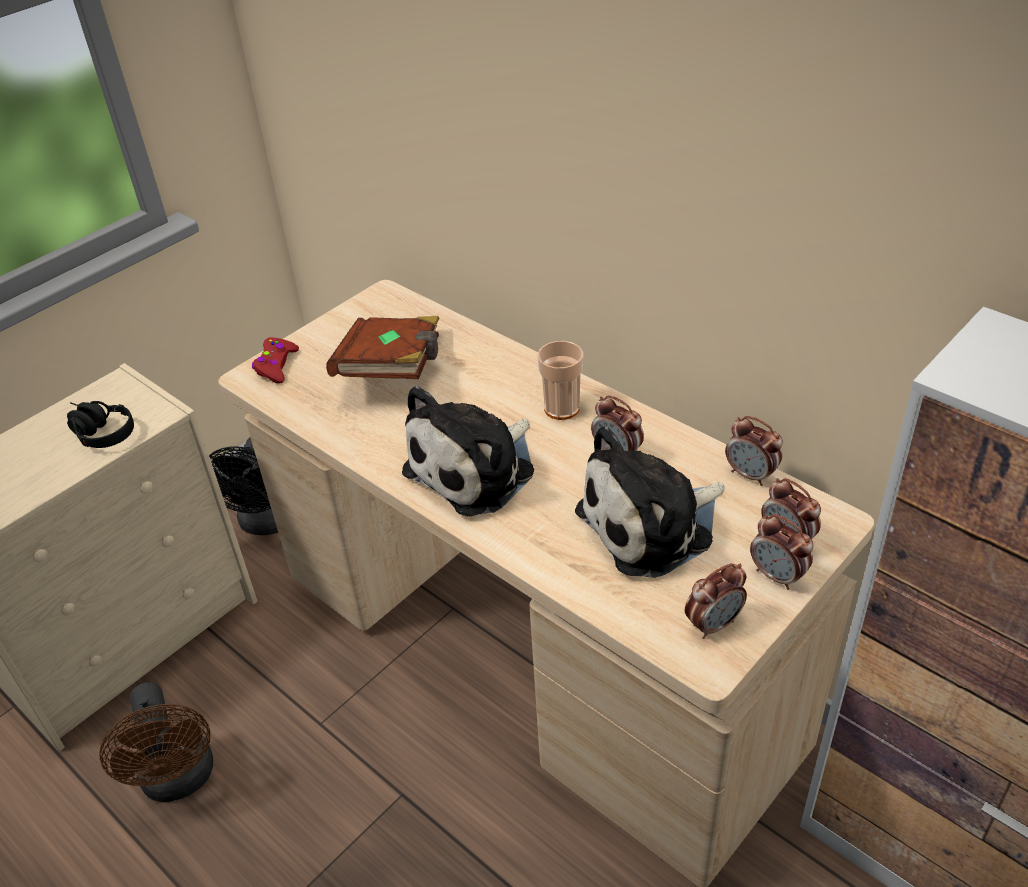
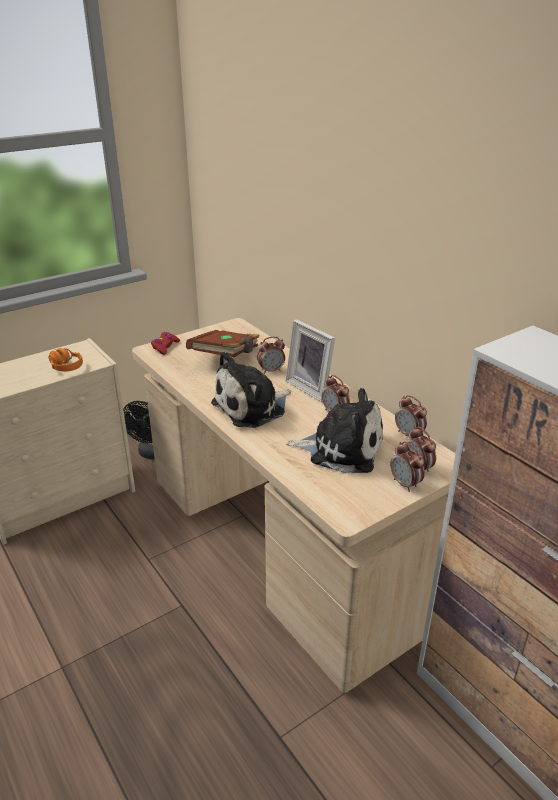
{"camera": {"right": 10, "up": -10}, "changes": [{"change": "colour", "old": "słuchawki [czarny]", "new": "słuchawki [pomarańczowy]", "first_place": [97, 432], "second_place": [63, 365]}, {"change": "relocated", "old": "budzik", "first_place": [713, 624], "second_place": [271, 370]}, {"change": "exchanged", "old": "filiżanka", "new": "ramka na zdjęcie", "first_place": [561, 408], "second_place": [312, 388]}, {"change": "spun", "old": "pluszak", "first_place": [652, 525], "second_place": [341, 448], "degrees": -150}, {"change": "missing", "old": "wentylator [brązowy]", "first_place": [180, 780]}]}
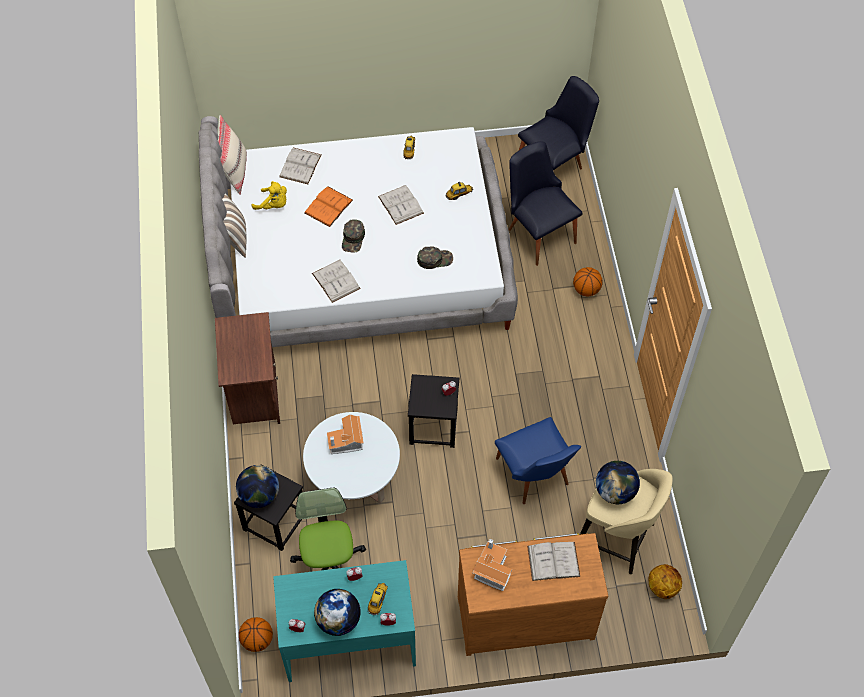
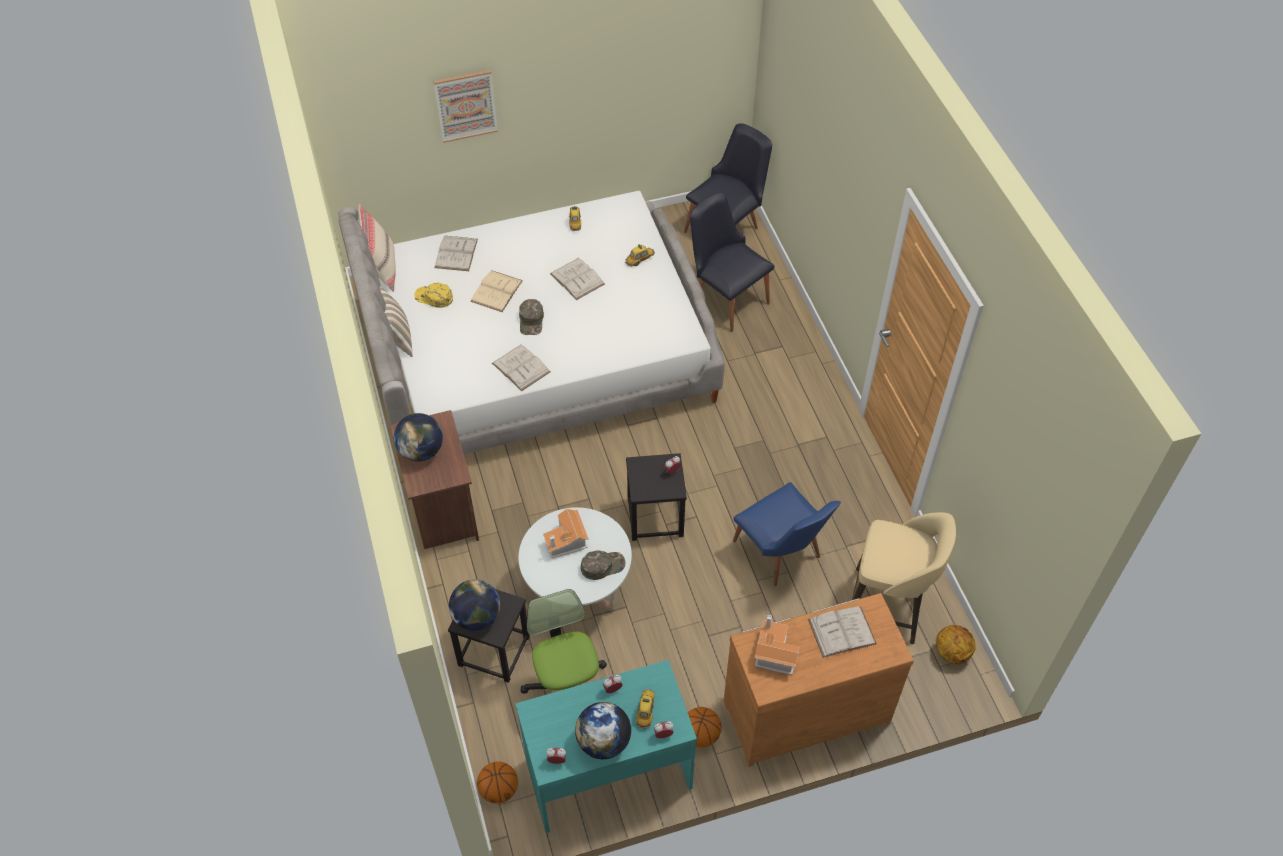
{"camera": {"right": -10, "up": -5}, "changes": [{"change": "relocated", "old": "globus", "first_place": [615, 491], "second_place": [421, 451]}, {"change": "exchanged", "old": "pluszak [żółty]", "new": "czapka z daszkiem [żółty]", "first_place": [273, 205], "second_place": [433, 297]}, {"change": "appeared", "new": "obraz", "second_place": [466, 105]}, {"change": "colour", "old": "książka [pomarańczowy]", "new": "książka [beżowy]", "first_place": [328, 206], "second_place": [496, 291]}, {"change": "relocated", "old": "czapka z daszkiem [zielony]", "first_place": [435, 259], "second_place": [602, 565]}, {"change": "relocated", "old": "piłka do koszykówki", "first_place": [586, 290], "second_place": [700, 735]}]}
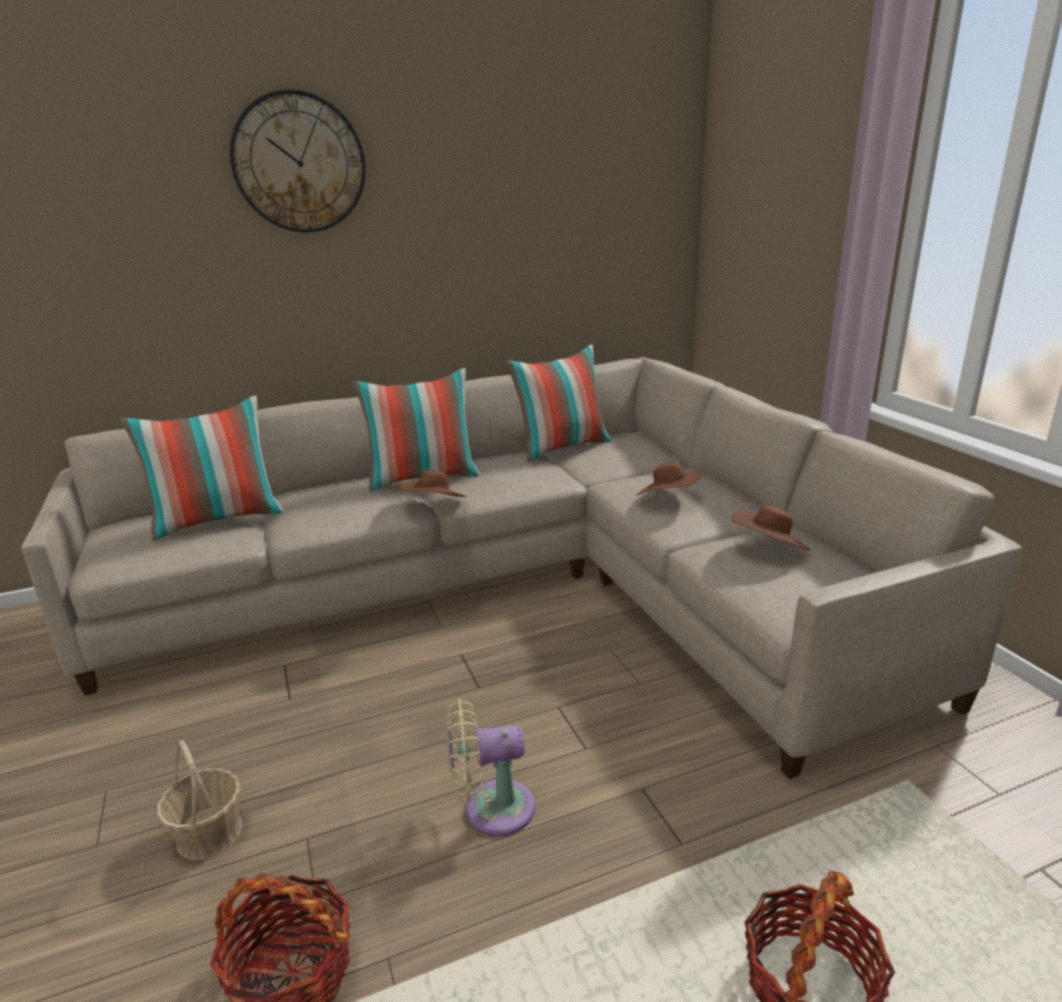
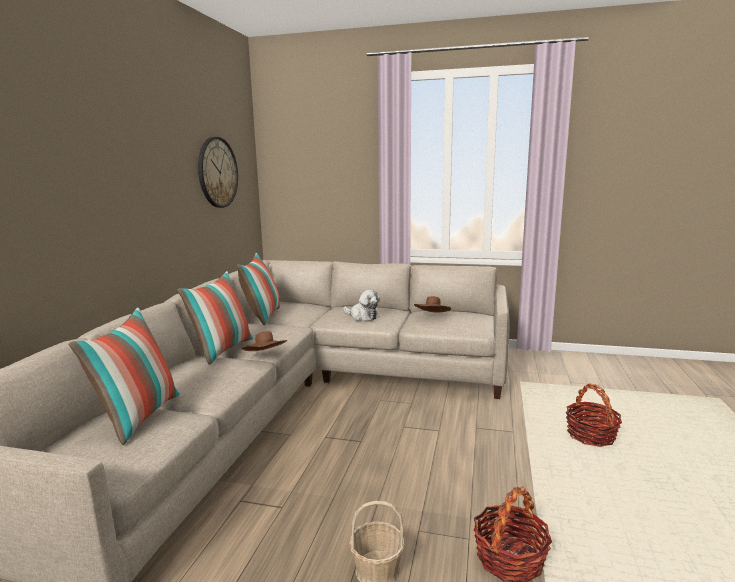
{"camera": {"right": -55, "up": -10}, "changes": [{"change": "relocated", "old": "zegar ścienny", "first_place": [299, 163], "second_place": [217, 172]}, {"change": "exchanged", "old": "kapelusz [brązowy]", "new": "pluszak", "first_place": [668, 500], "second_place": [362, 316]}, {"change": "missing", "old": "wentylator [beżowy]", "first_place": [491, 809]}]}
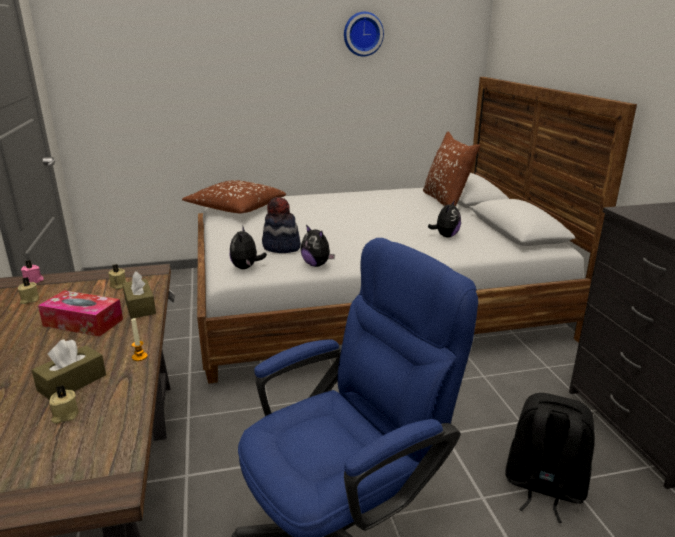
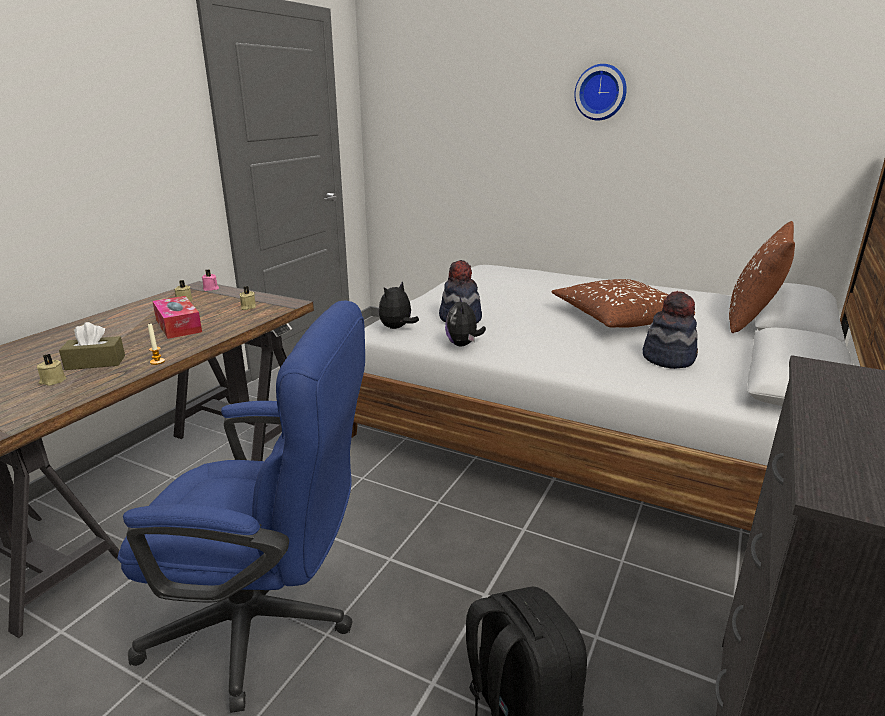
{"camera": {"right": 40, "up": 0}, "changes": [{"change": "relocated", "old": "poduszka [brązowy]", "first_place": [235, 208], "second_place": [617, 318]}, {"change": "relocated", "old": "zegar ścienny", "first_place": [362, 34], "second_place": [601, 92]}, {"change": "exchanged", "old": "pluszak", "new": "kapelusz", "first_place": [445, 236], "second_place": [668, 358]}, {"change": "missing", "old": "pudełko chusteczek [brązowy]", "first_place": [140, 306]}]}
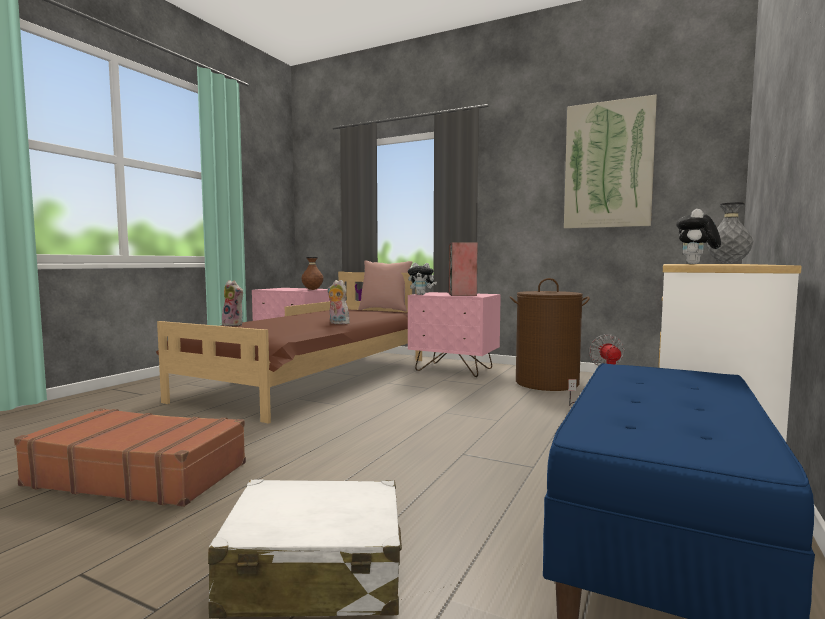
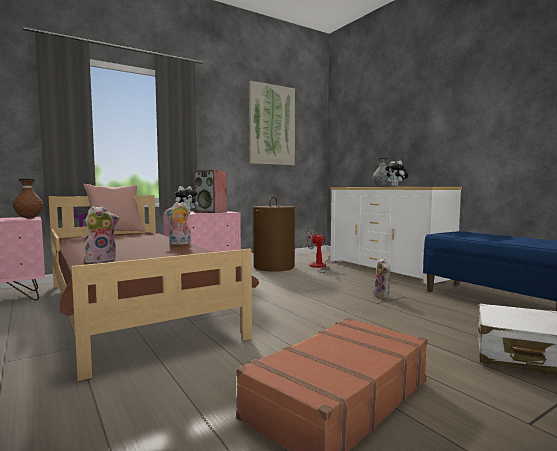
{"camera": {"right": -60, "up": 0}, "changes": [{"change": "appeared", "new": "pluszak", "second_place": [383, 296]}]}
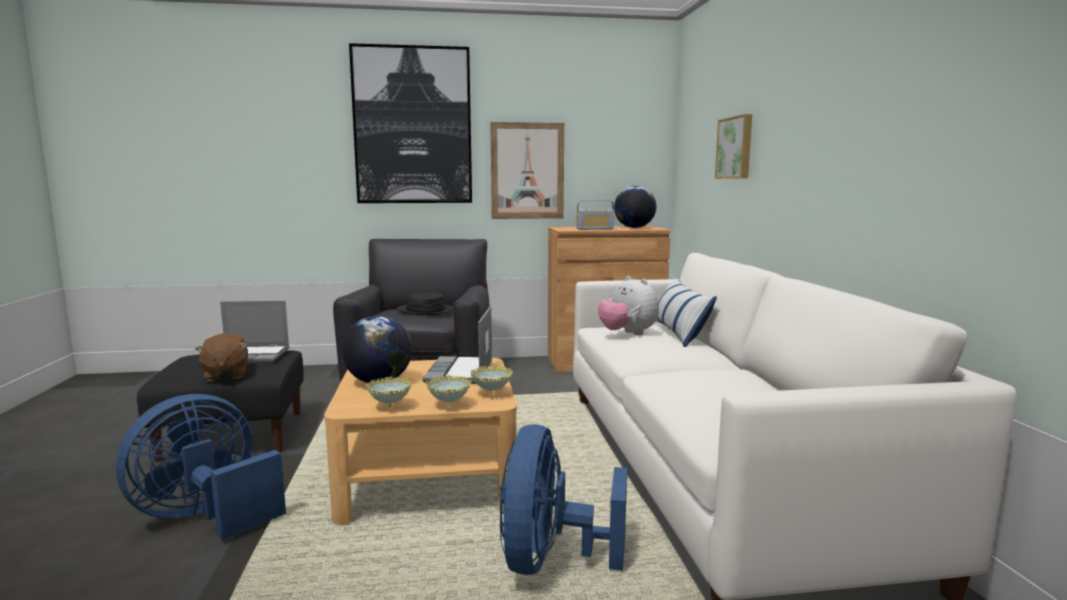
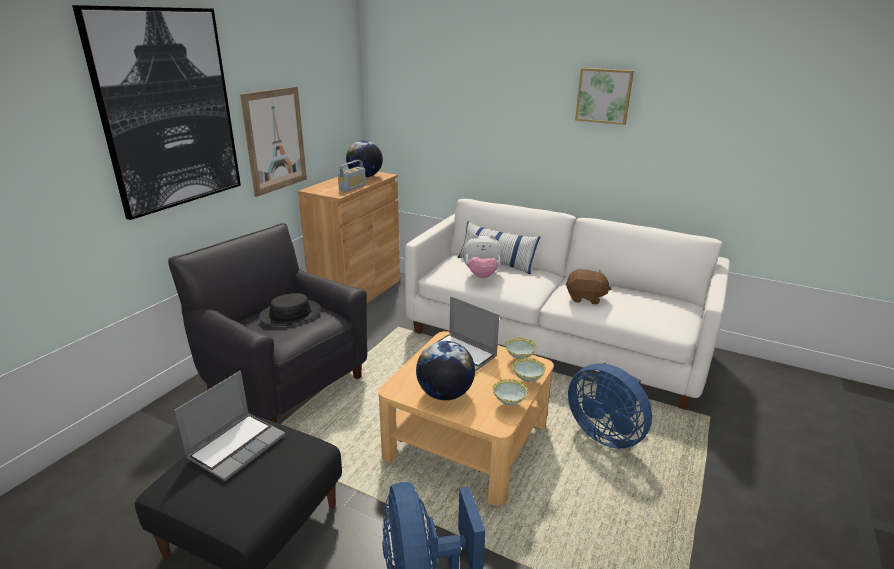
{"camera": {"right": -55, "up": 15}, "changes": [{"change": "relocated", "old": "pluszak [brązowy]", "first_place": [225, 374], "second_place": [585, 298]}, {"change": "relocated", "old": "obraz", "first_place": [736, 148], "second_place": [604, 96]}]}
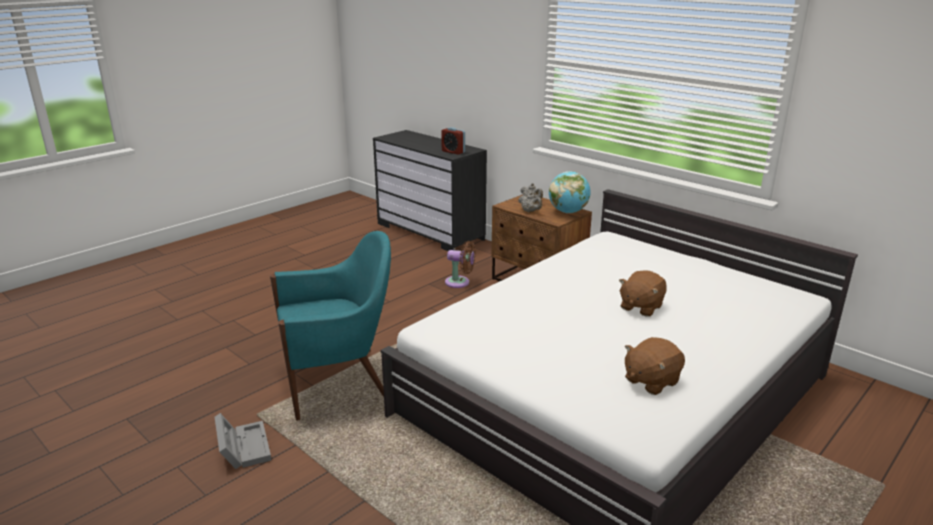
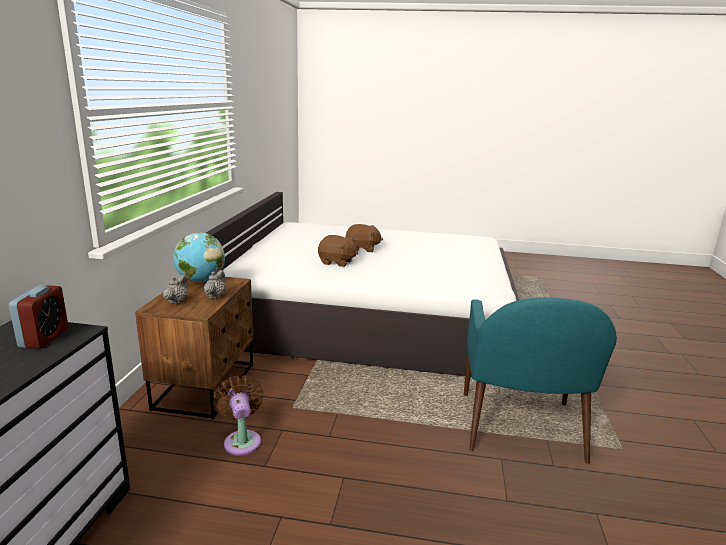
{"camera": {"right": -125, "up": -5}, "changes": [{"change": "relocated", "old": "pluszak [brązowy]", "first_place": [651, 381], "second_place": [337, 262]}, {"change": "spun", "old": "fotel [turkusowy]", "first_place": [339, 382], "second_place": [521, 428], "degrees": -120}, {"change": "missing", "old": "pojemnik do przechowywania [szary]", "first_place": [243, 447]}]}
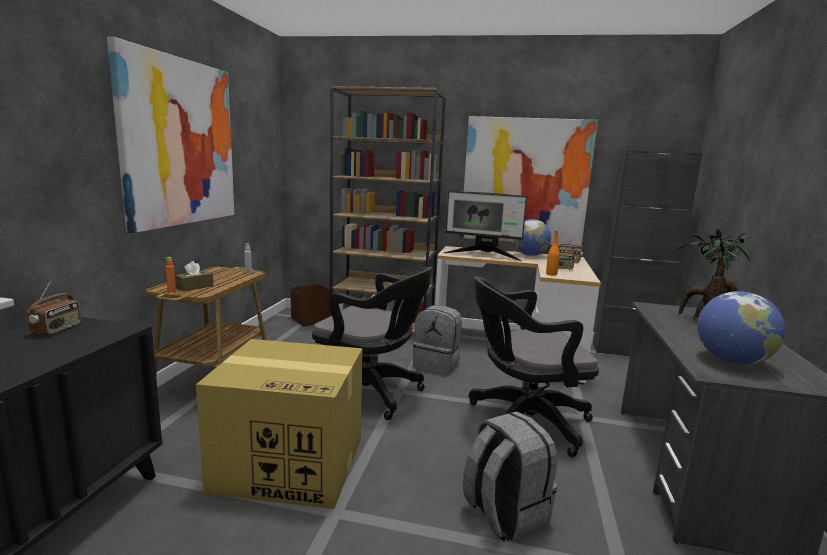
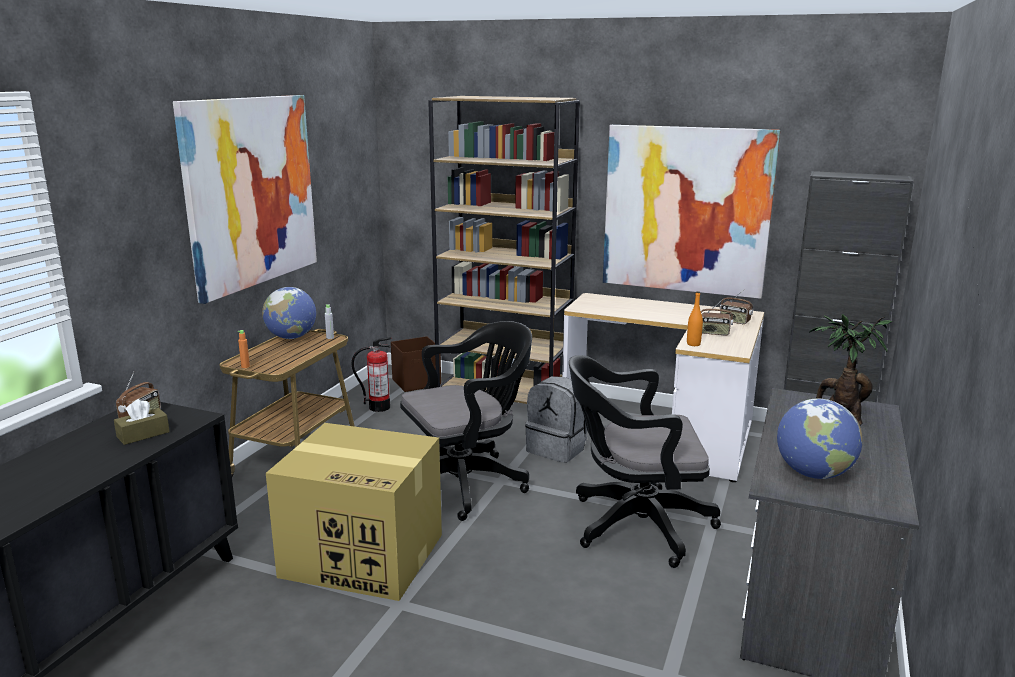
{"camera": {"right": 10, "up": 5}, "changes": [{"change": "relocated", "old": "pudełko chusteczek [brązowy]", "first_place": [194, 287], "second_place": [143, 434]}, {"change": "relocated", "old": "globus", "first_place": [530, 255], "second_place": [291, 337]}, {"change": "appeared", "new": "gaśnica", "second_place": [379, 407]}, {"change": "spun", "old": "krzesło biurowe [czarny]", "first_place": [371, 393], "second_place": [467, 483], "degrees": -60}, {"change": "missing", "old": "monitor", "first_place": [484, 255]}, {"change": "missing", "old": "plecak [szary]", "first_place": [504, 515]}]}
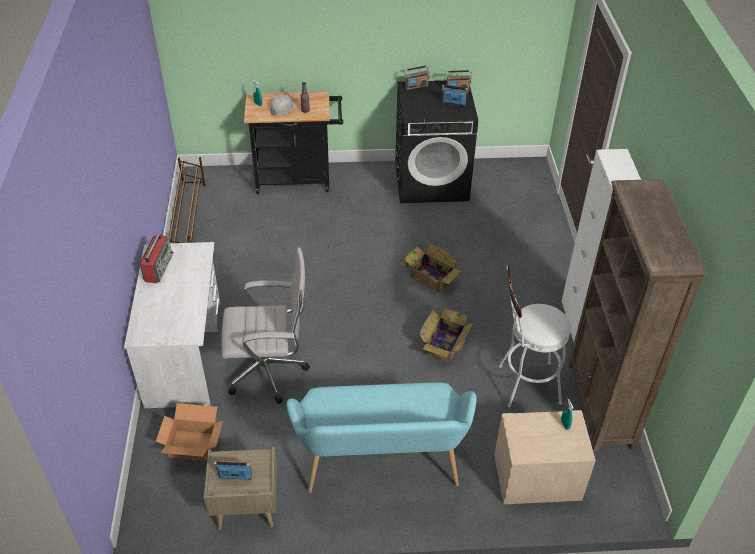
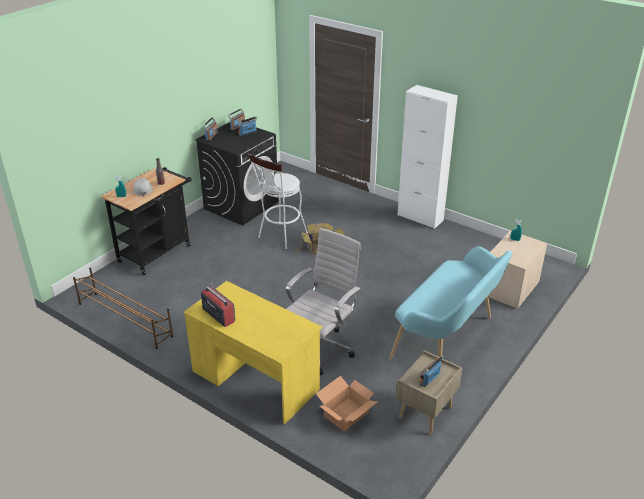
{"camera": {"right": -50, "up": -10}, "changes": [{"change": "colour", "old": "biurko [biały]", "new": "biurko [żółty]", "first_place": [184, 353], "second_place": [255, 380]}, {"change": "relocated", "old": "stołek [biały]", "first_place": [523, 385], "second_place": [280, 237]}, {"change": "missing", "old": "karton", "first_place": [445, 344]}, {"change": "missing", "old": "regał [brązowy]", "first_place": [600, 405]}]}
